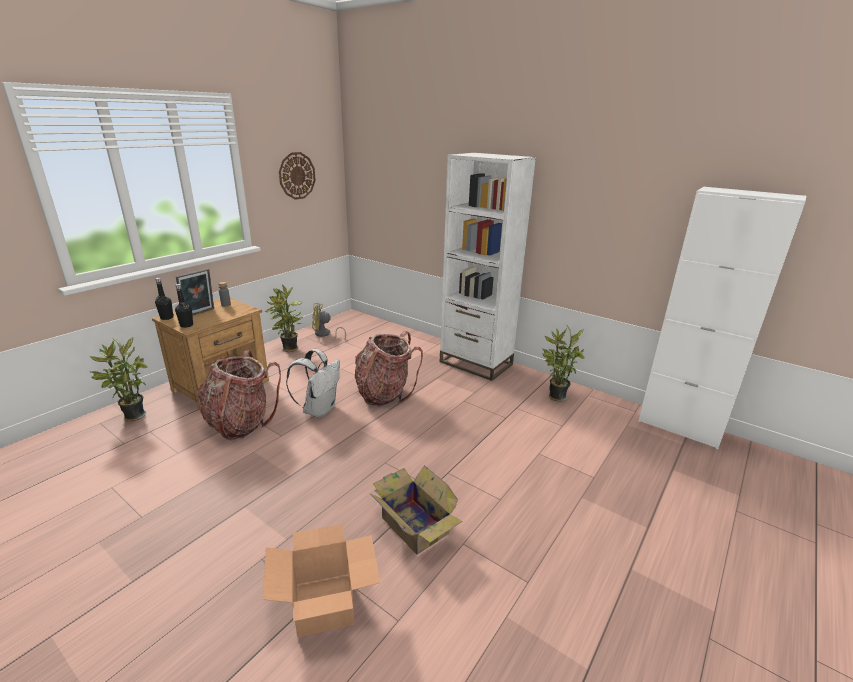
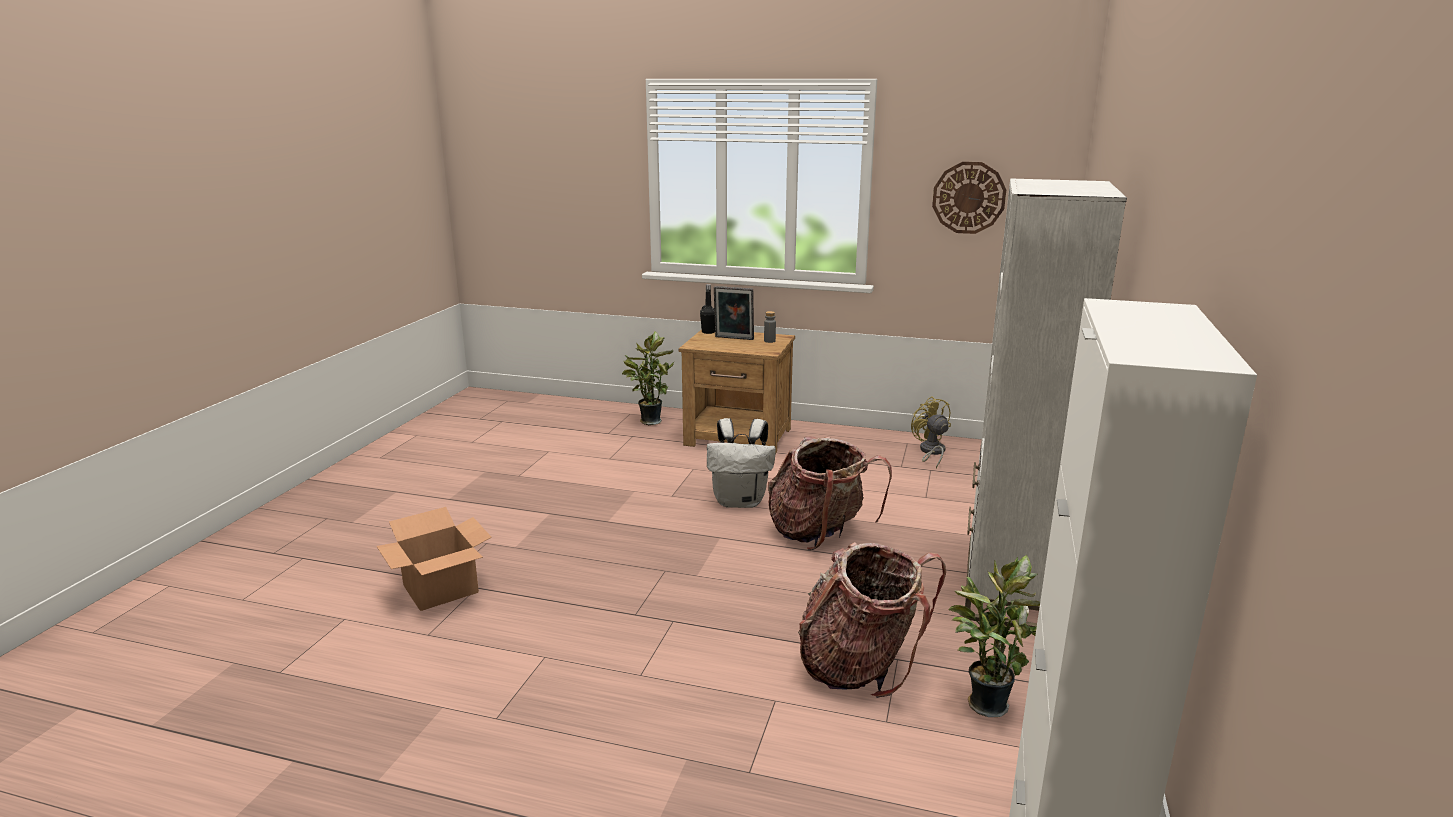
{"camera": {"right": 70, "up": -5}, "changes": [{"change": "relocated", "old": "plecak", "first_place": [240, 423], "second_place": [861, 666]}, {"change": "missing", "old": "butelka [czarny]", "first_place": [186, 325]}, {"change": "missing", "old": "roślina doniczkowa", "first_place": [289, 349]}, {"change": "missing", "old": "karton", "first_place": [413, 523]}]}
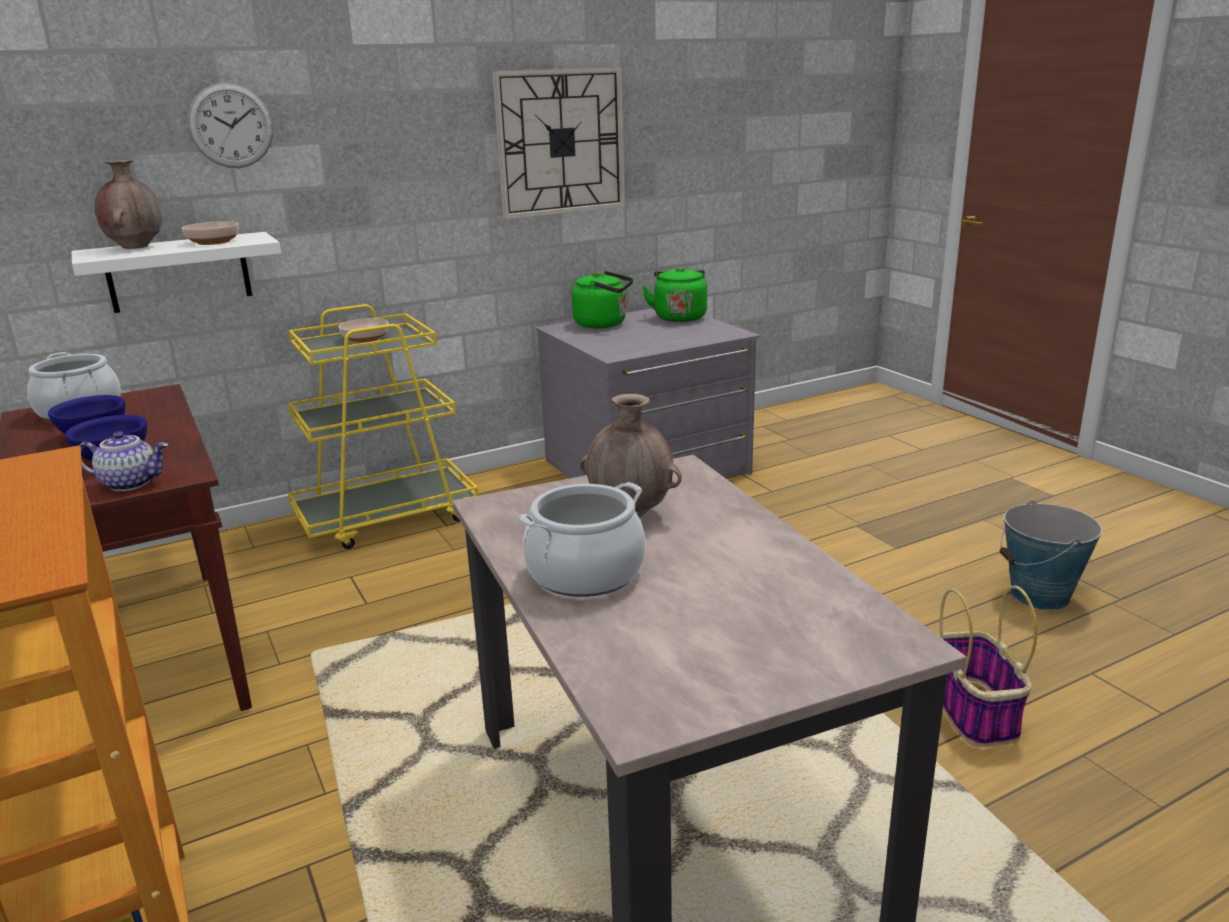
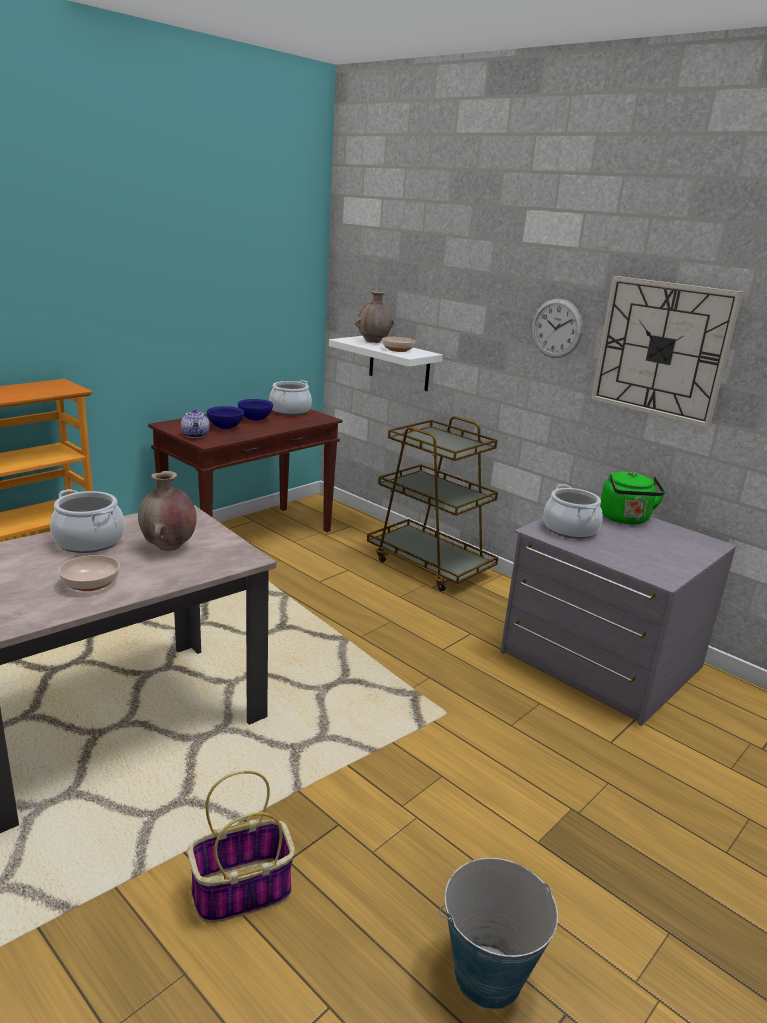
{"camera": {"right": 70, "up": 0}, "changes": [{"change": "relocated", "old": "miska", "first_place": [366, 339], "second_place": [91, 583]}, {"change": "colour", "old": "wózek [żółty]", "new": "wózek [brązowy]", "first_place": [387, 517], "second_place": [430, 565]}, {"change": "relocated", "old": "zegar ścienny", "first_place": [231, 126], "second_place": [556, 328]}, {"change": "appeared", "new": "garnek", "second_place": [570, 529]}, {"change": "missing", "old": "czajnik [zielony]", "first_place": [679, 317]}]}
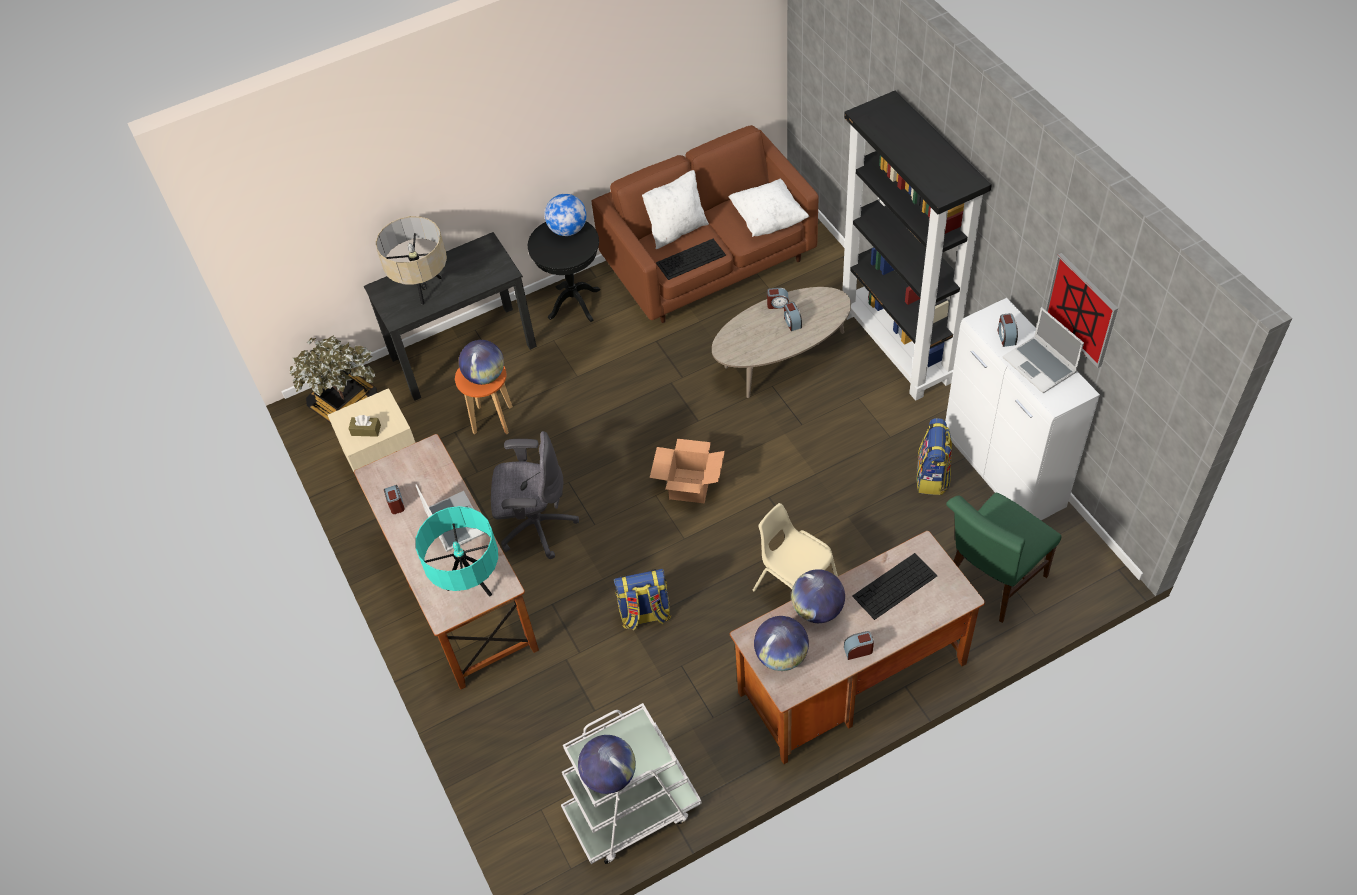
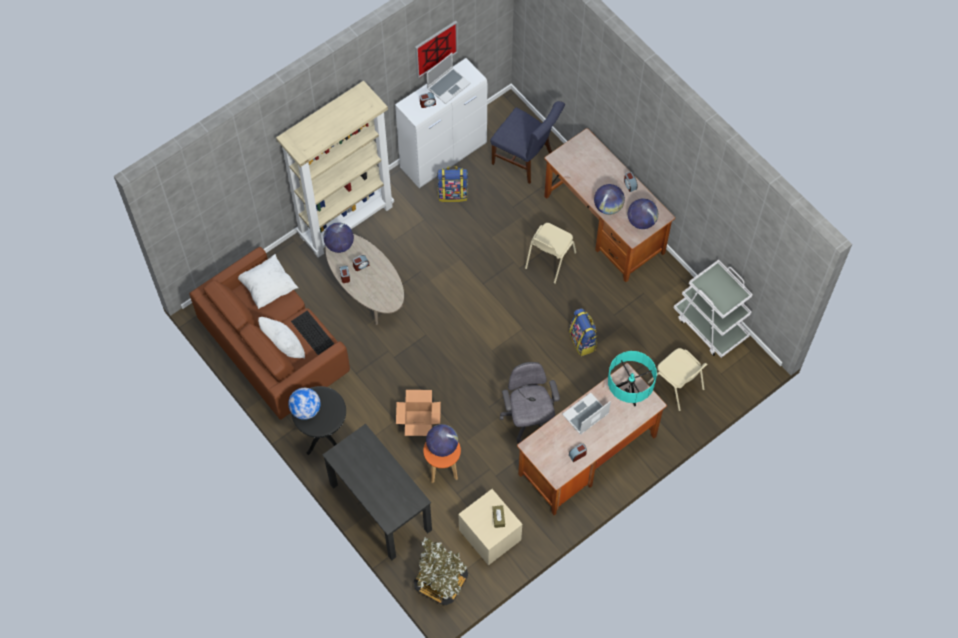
{"camera": {"right": -105, "up": 10}, "changes": [{"change": "colour", "old": "regał [czarny]", "new": "regał [beżowy]", "first_place": [897, 347], "second_place": [346, 220]}, {"change": "relocated", "old": "globus", "first_place": [609, 775], "second_place": [339, 244]}, {"change": "relocated", "old": "karton", "first_place": [690, 486], "second_place": [419, 422]}, {"change": "colour", "old": "krzesło [zielony]", "new": "krzesło [niebieski]", "first_place": [990, 582], "second_place": [526, 159]}, {"change": "appeared", "new": "krzesło [beżowy]", "second_place": [676, 386]}, {"change": "missing", "old": "lampa stołowa [beżowy]", "first_place": [424, 290]}, {"change": "missing", "old": "klawiatura", "first_place": [894, 586]}]}
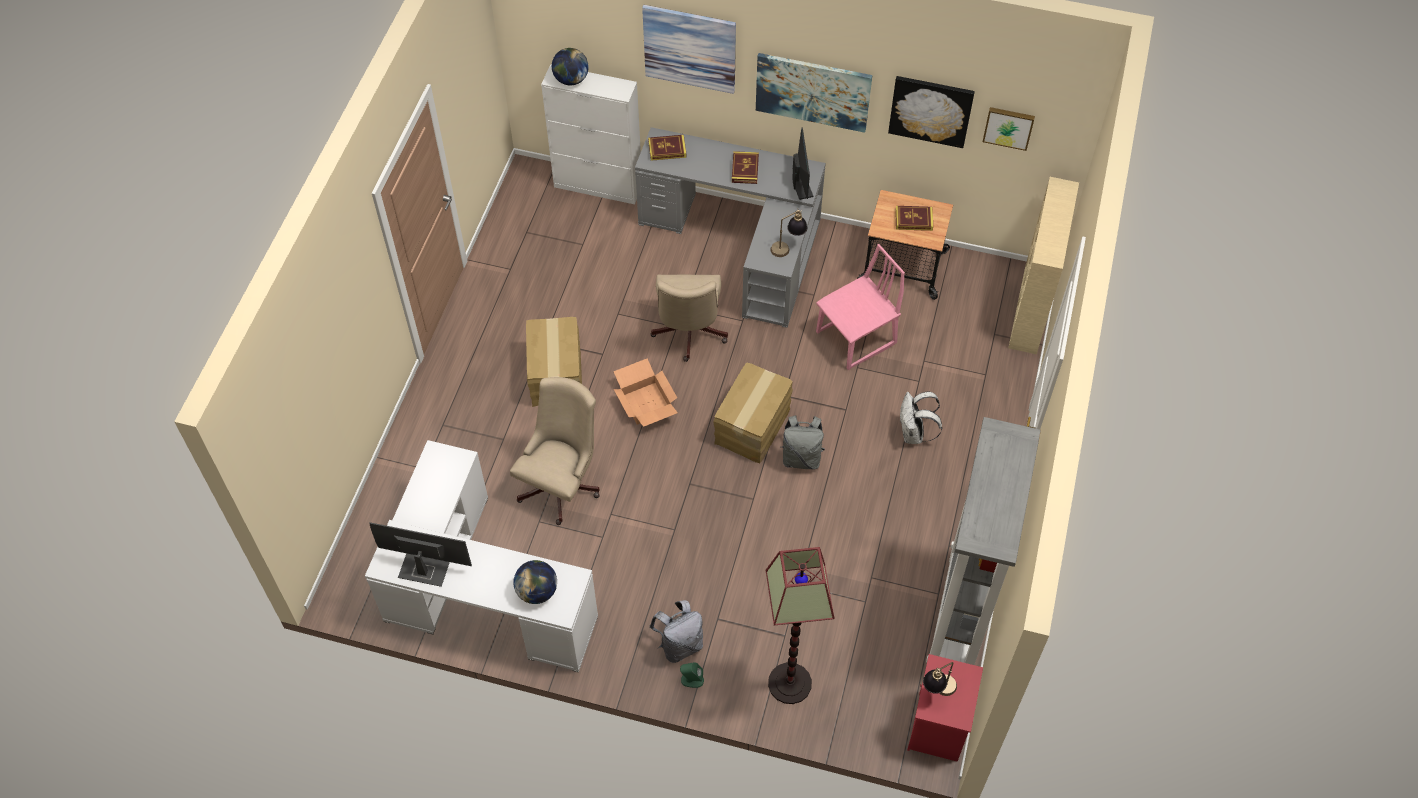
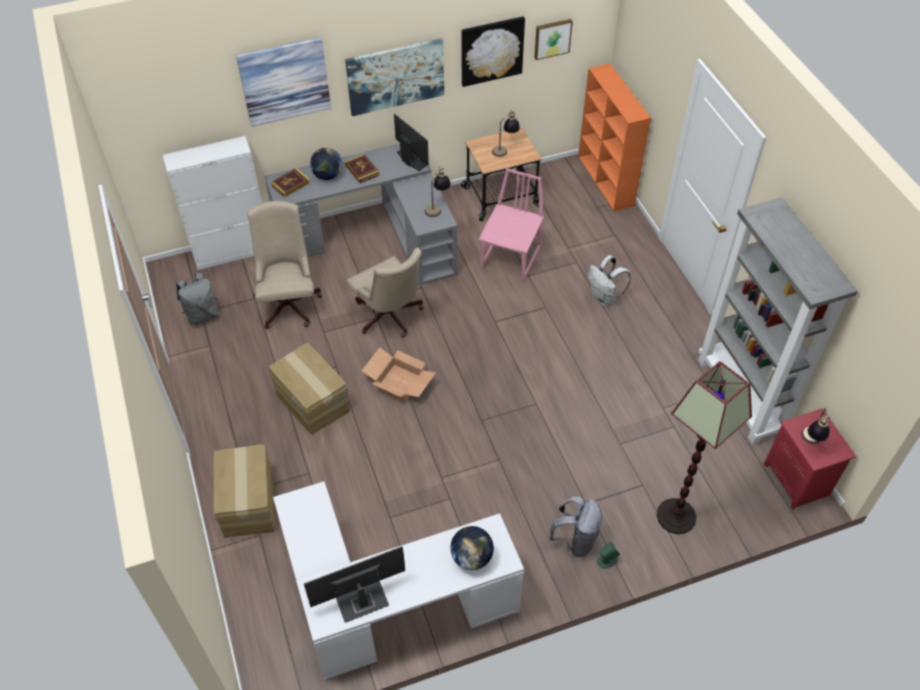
{"camera": {"right": -35, "up": -5}, "changes": [{"change": "relocated", "old": "plecak [szary]", "first_place": [801, 457], "second_place": [202, 315]}, {"change": "relocated", "old": "karton", "first_place": [753, 426], "second_place": [249, 503]}, {"change": "relocated", "old": "krzesło biurowe [beżowy]", "first_place": [562, 483], "second_place": [289, 302]}, {"change": "relocated", "old": "globus", "first_place": [571, 79], "second_place": [327, 175]}, {"change": "exchanged", "old": "książka", "new": "lampa stołowa", "first_place": [913, 220], "second_place": [505, 149]}, {"change": "colour", "old": "regał [beżowy]", "new": "regał [pomarańczowy]", "first_place": [1031, 310], "second_place": [606, 181]}]}
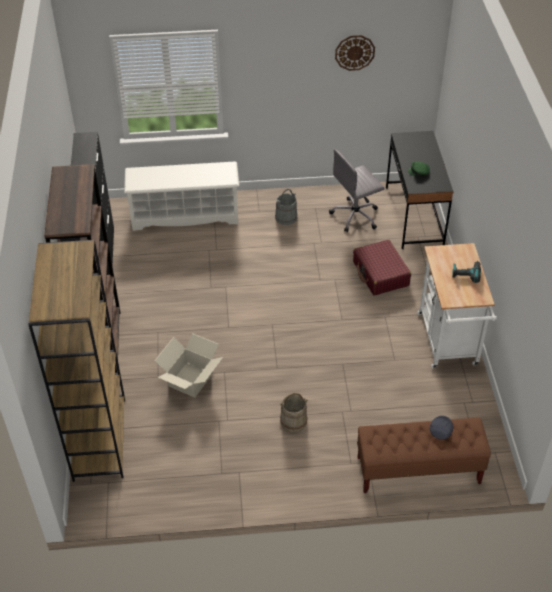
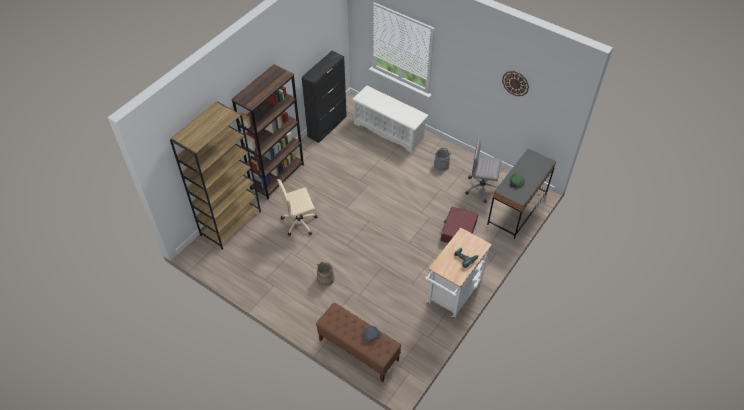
{"camera": {"right": 40, "up": 5}, "changes": [{"change": "exchanged", "old": "karton", "new": "krzesło biurowe [beżowy]", "first_place": [190, 379], "second_place": [300, 222]}]}
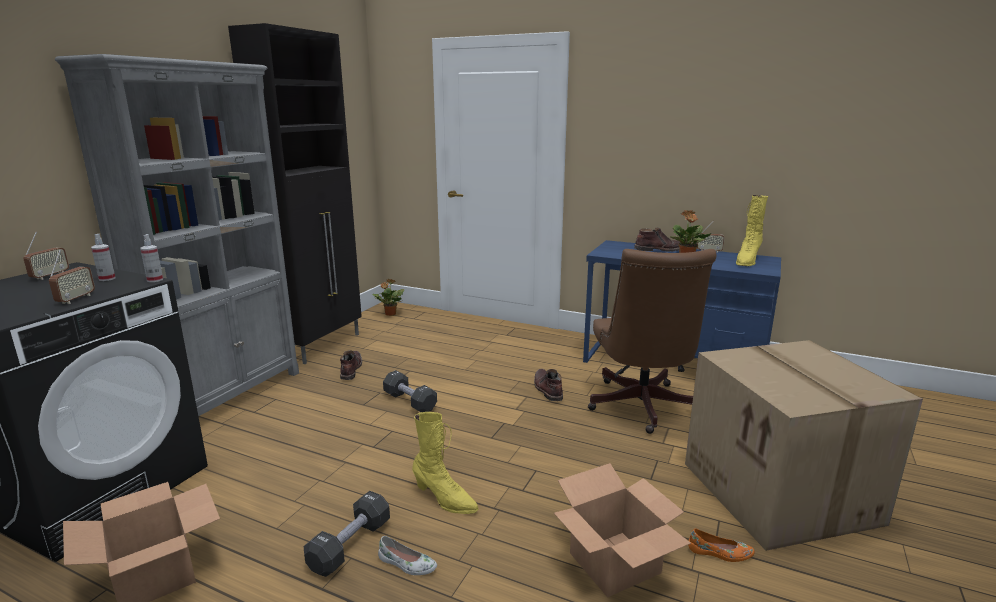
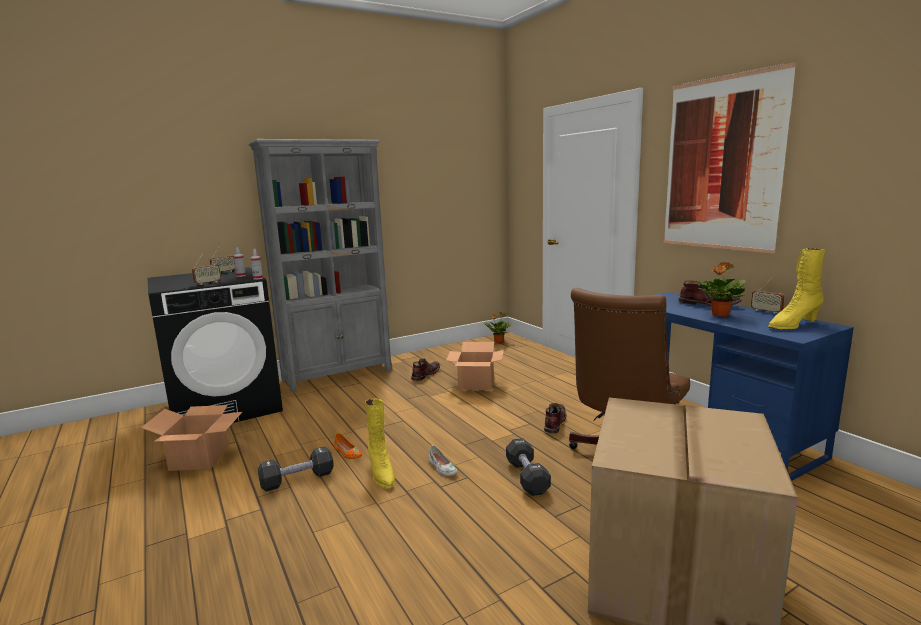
{"camera": {"right": 35, "up": -5}, "changes": [{"change": "relocated", "old": "but [pomarańczowy]", "first_place": [720, 553], "second_place": [347, 453]}, {"change": "relocated", "old": "but [biały]", "first_place": [407, 564], "second_place": [442, 468]}, {"change": "relocated", "old": "karton", "first_place": [615, 562], "second_place": [477, 383]}, {"change": "relocated", "old": "hantel [czarny]", "first_place": [410, 402], "second_place": [527, 477]}, {"change": "appeared", "new": "obraz", "second_place": [722, 164]}, {"change": "missing", "old": "szafka [czarny]", "first_place": [321, 345]}]}
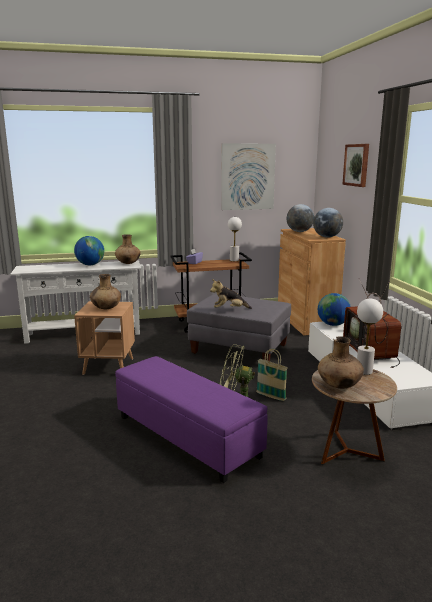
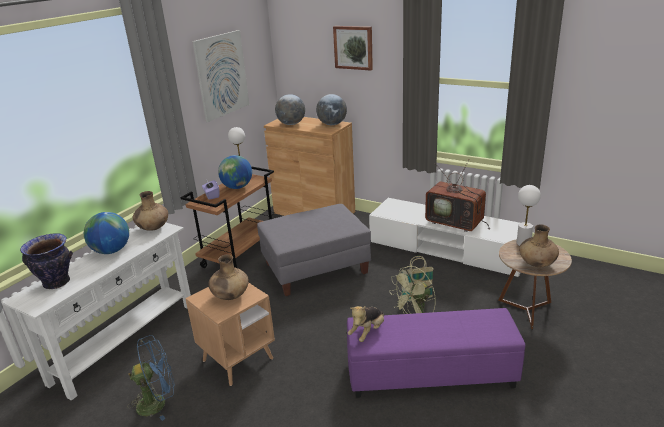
{"camera": {"right": -45, "up": 10}, "changes": [{"change": "appeared", "new": "wazon", "second_place": [56, 283]}, {"change": "appeared", "new": "wentylator [niebieski]", "second_place": [158, 402]}, {"change": "relocated", "old": "globus", "first_place": [332, 324], "second_place": [237, 187]}, {"change": "relocated", "old": "pluszak", "first_place": [229, 309], "second_place": [367, 332]}]}
